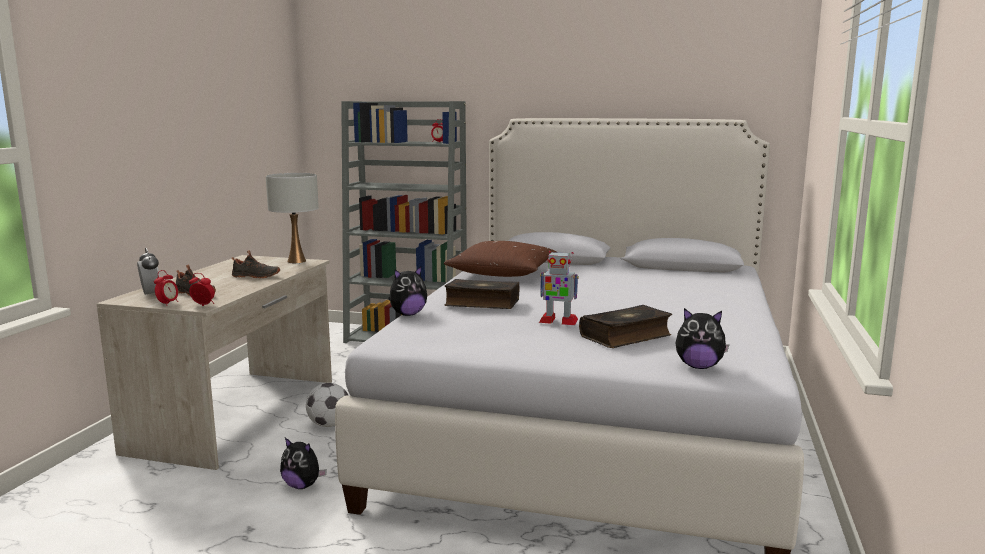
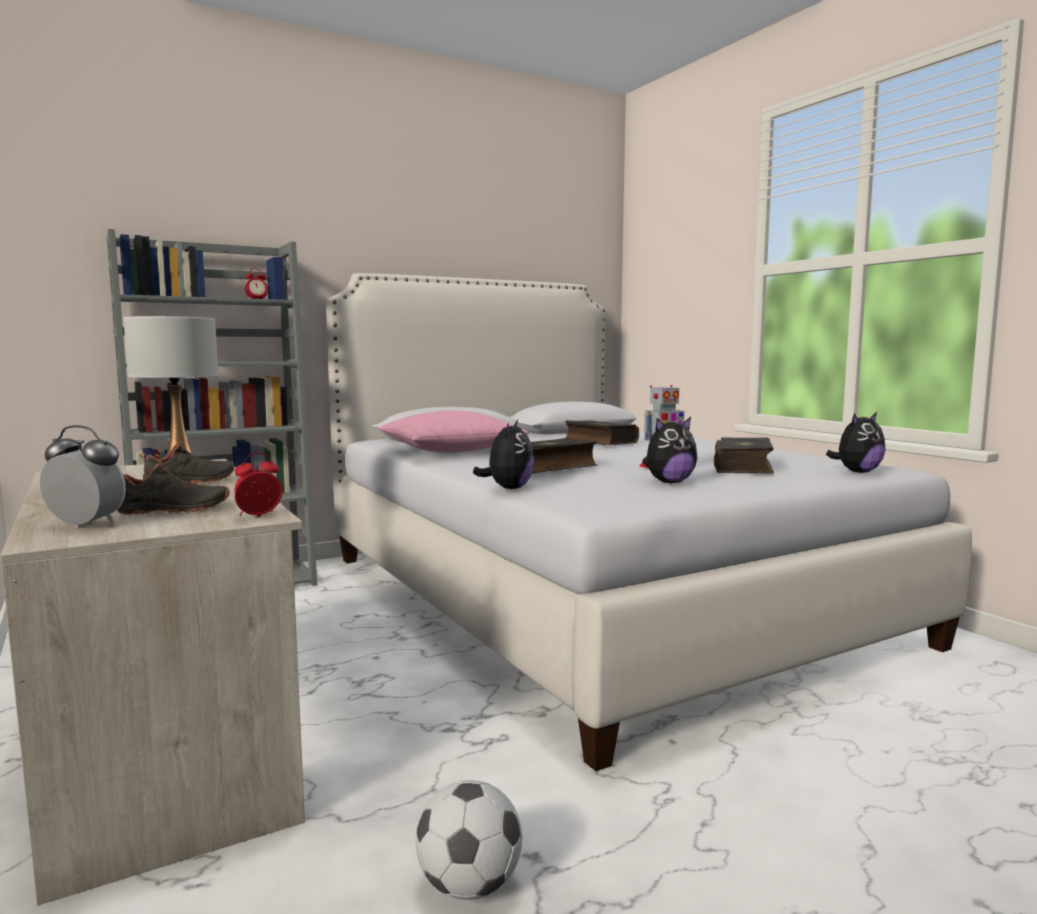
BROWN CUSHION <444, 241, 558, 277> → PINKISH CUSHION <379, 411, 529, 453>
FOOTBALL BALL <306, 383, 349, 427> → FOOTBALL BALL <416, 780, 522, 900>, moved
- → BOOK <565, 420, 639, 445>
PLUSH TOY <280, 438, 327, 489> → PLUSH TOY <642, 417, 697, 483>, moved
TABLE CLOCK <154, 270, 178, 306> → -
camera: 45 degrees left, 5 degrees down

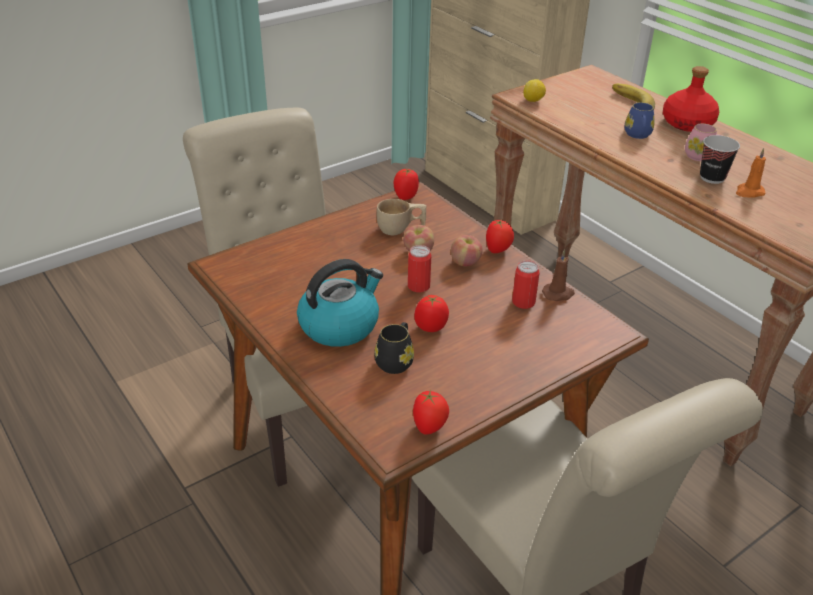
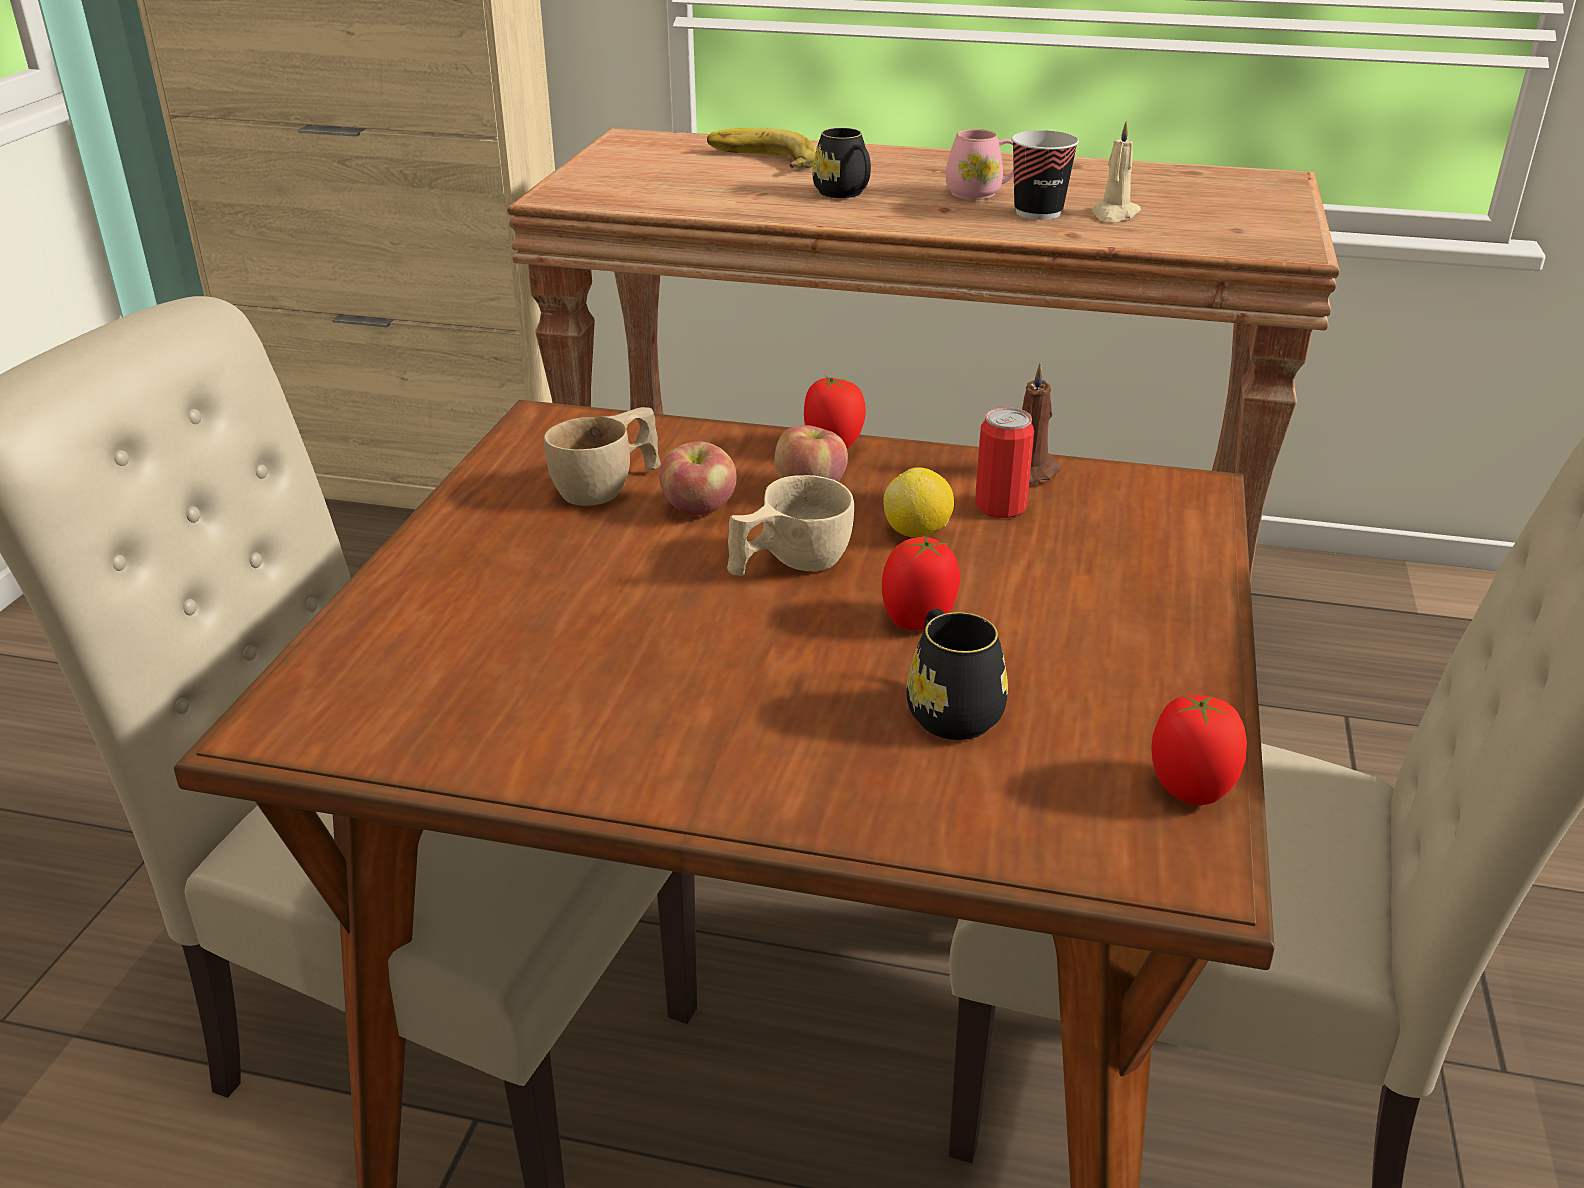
CAN <408, 245, 431, 293> → BEIGE-COLOURED DRINKING CUP <727, 475, 854, 576>
BLUE-COLOURED TEA MUG <625, 102, 654, 139> → BLACK-COLOURED TEA MUG <812, 128, 871, 198>
LEMON <523, 79, 546, 102> → LEMON <883, 467, 954, 537>, moved
ORANGE CANDLE <736, 148, 766, 197> → BEIGE-COLOURED CANDLE <1092, 121, 1141, 222>
TEA KETTLE <297, 259, 383, 347> → -
FRESH TOMATO <393, 169, 419, 200> → -
RED BEVERAGE BOTTLE <663, 66, 719, 132> → -
camera: 40 degrees left, 5 degrees down

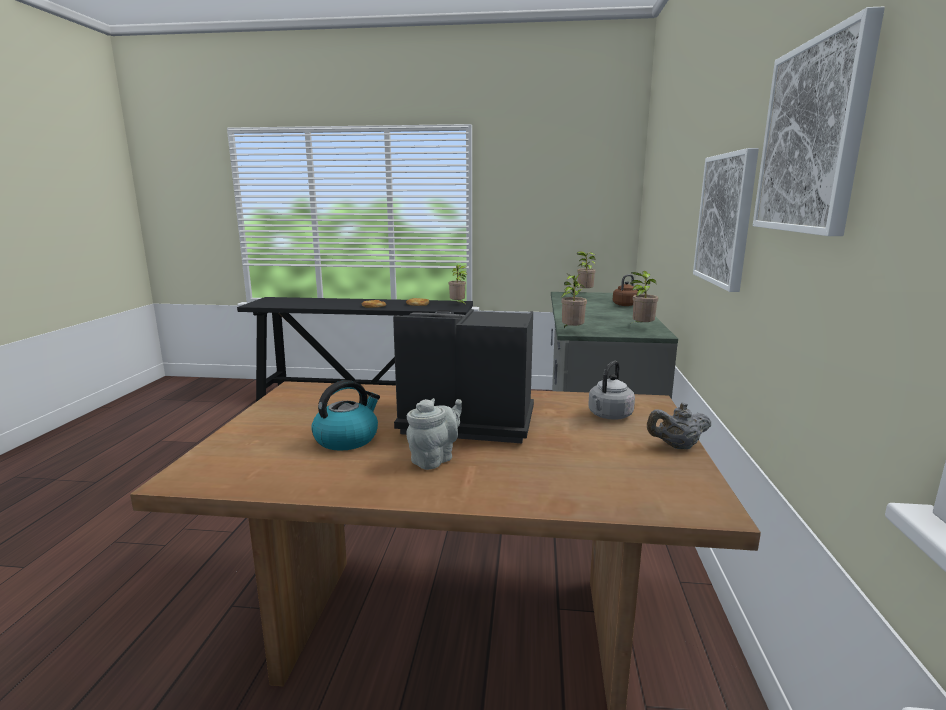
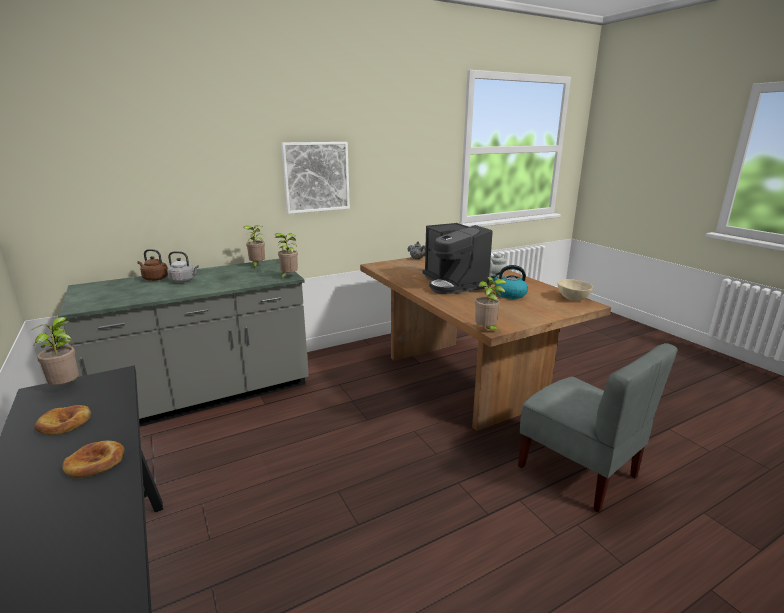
GRAY TEA KETTLE <588, 361, 635, 420> → GRAY TEA KETTLE <167, 251, 199, 283>, moved
PLANT IN A POT <577, 251, 596, 292> → PLANT IN A POT <475, 277, 507, 332>, moved
- → GRAY UPRIGHT CHAIR <518, 343, 678, 513>
- → BEIGE-COLOURED BOWL <557, 279, 593, 301>
WALL PICTURE <753, 7, 885, 236> → -
camera: 125 degrees left, 5 degrees up

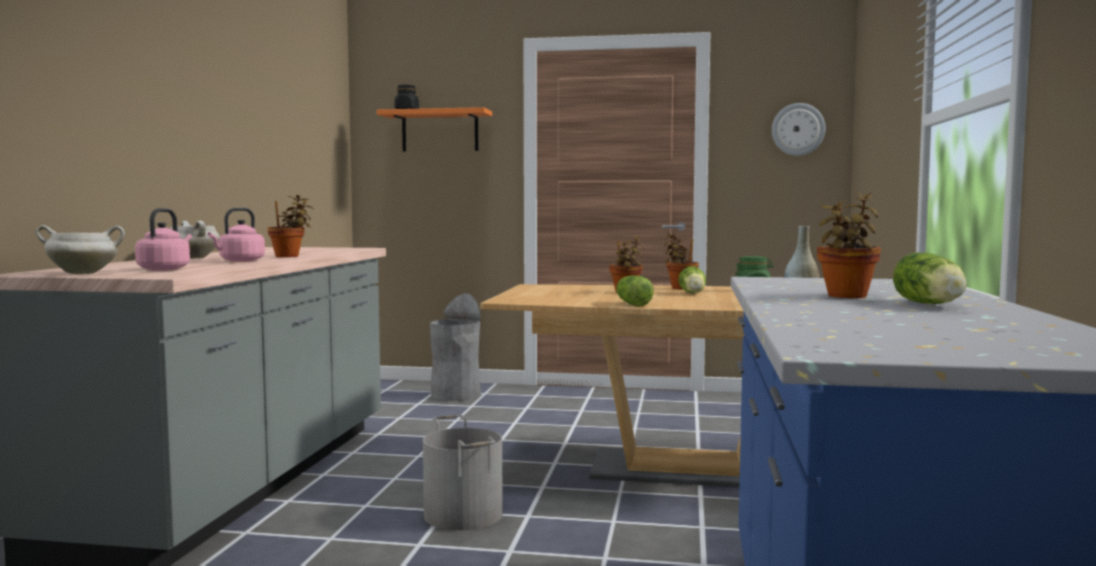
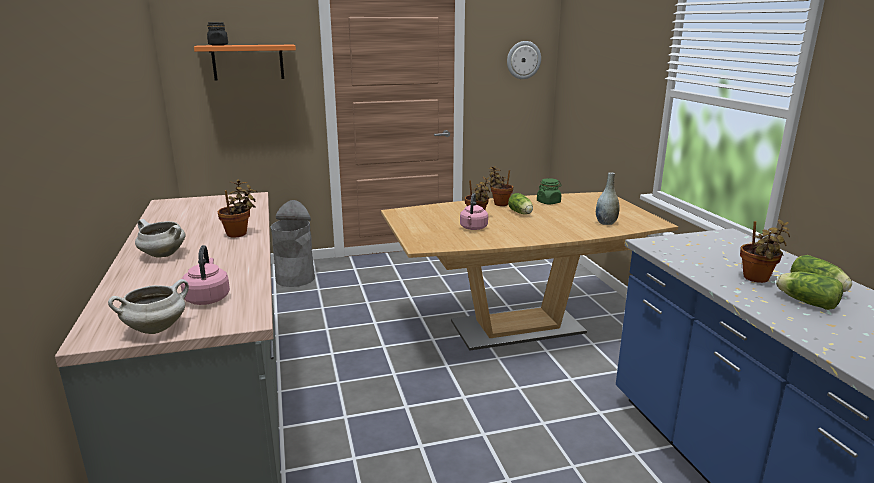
PINKISH TEA KETTLE <208, 208, 265, 262> → PINKISH TEA KETTLE <460, 193, 488, 230>, moved
HEAD OF LETTUCE <616, 275, 654, 306> → HEAD OF LETTUCE <776, 272, 843, 310>, moved
GRAY PAIL <423, 415, 503, 530> → -
camera: 25 degrees left, 15 degrees up

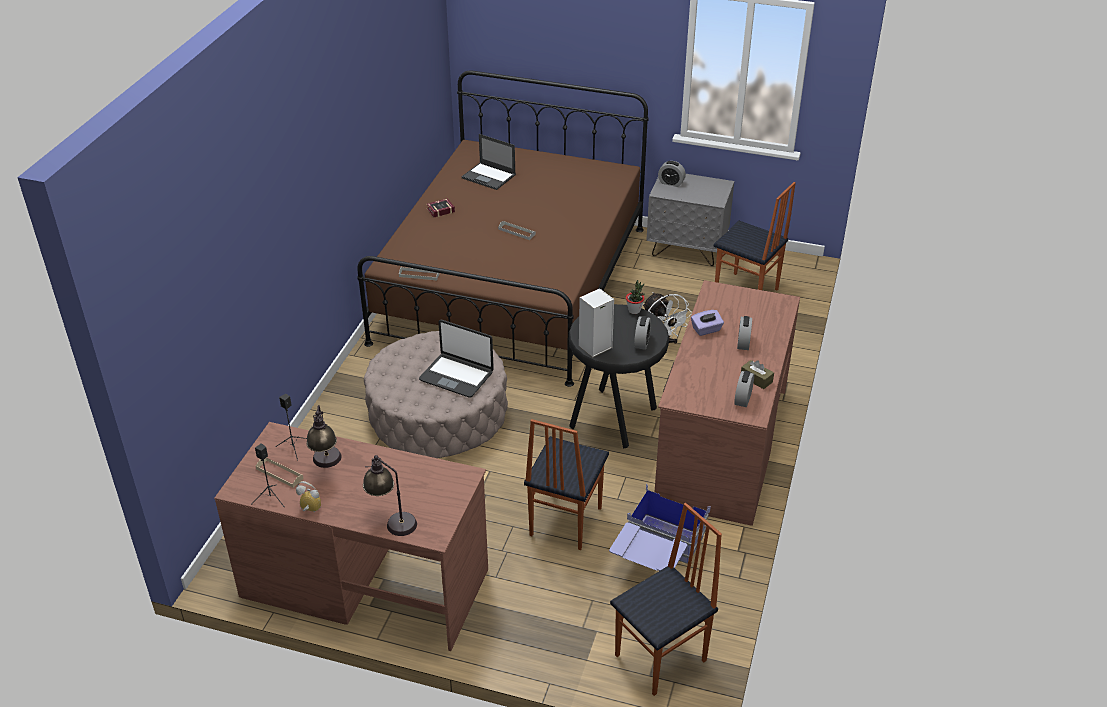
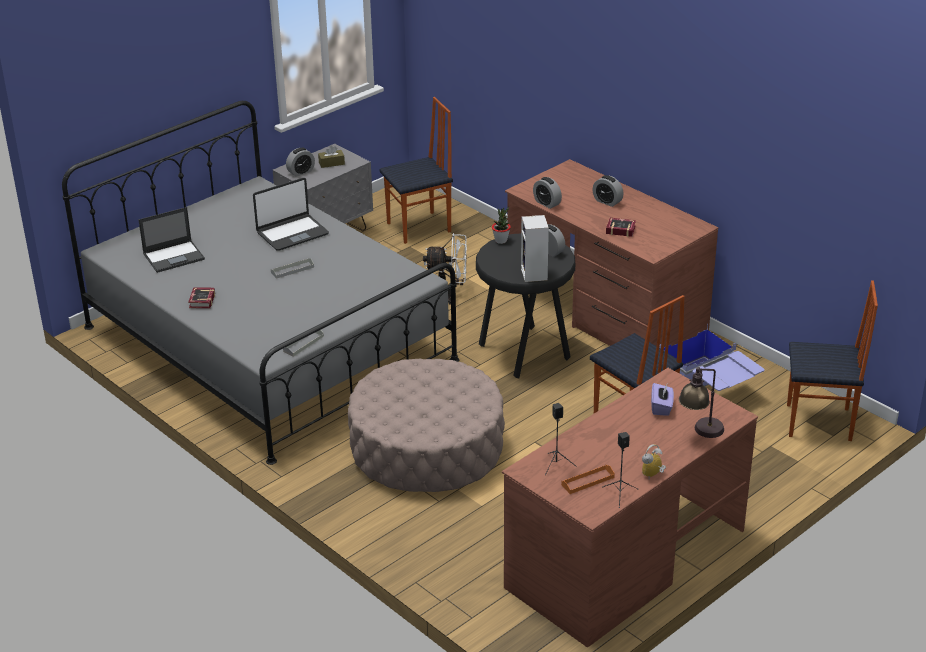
BROWN BEDROOM BED <357, 70, 648, 387> → GRAY BEDROOM BED <62, 101, 459, 465>
PORTABLE COMPUTER <419, 320, 494, 398> → PORTABLE COMPUTER <253, 178, 329, 251>, moved
BROWN TISSUE BOX <741, 360, 774, 389> → BROWN TISSUE BOX <318, 146, 345, 168>, moved
TABLE CLOCK <734, 371, 754, 407> → TABLE CLOCK <533, 177, 562, 209>, moved
BEIGE-COLOURED SERVING TRAY <256, 458, 304, 488> → ORANGE SERVING TRAY <561, 465, 615, 494>
- → BOOK <606, 218, 636, 237>
PURPLE TISSUE BOX <691, 310, 724, 336> → PURPLE TISSUE BOX <651, 383, 674, 416>, moved
UPRIGHT CHAIR <610, 503, 722, 696> → UPRIGHT CHAIR <787, 280, 878, 441>, 105 degrees clockwise
TABLE LAMP <306, 405, 342, 468> → -
camera: 60 degrees left, 5 degrees down

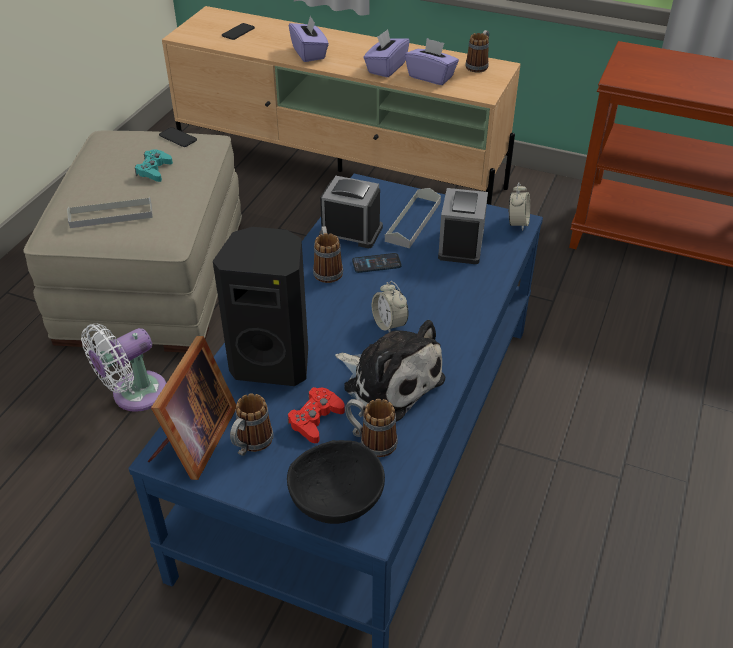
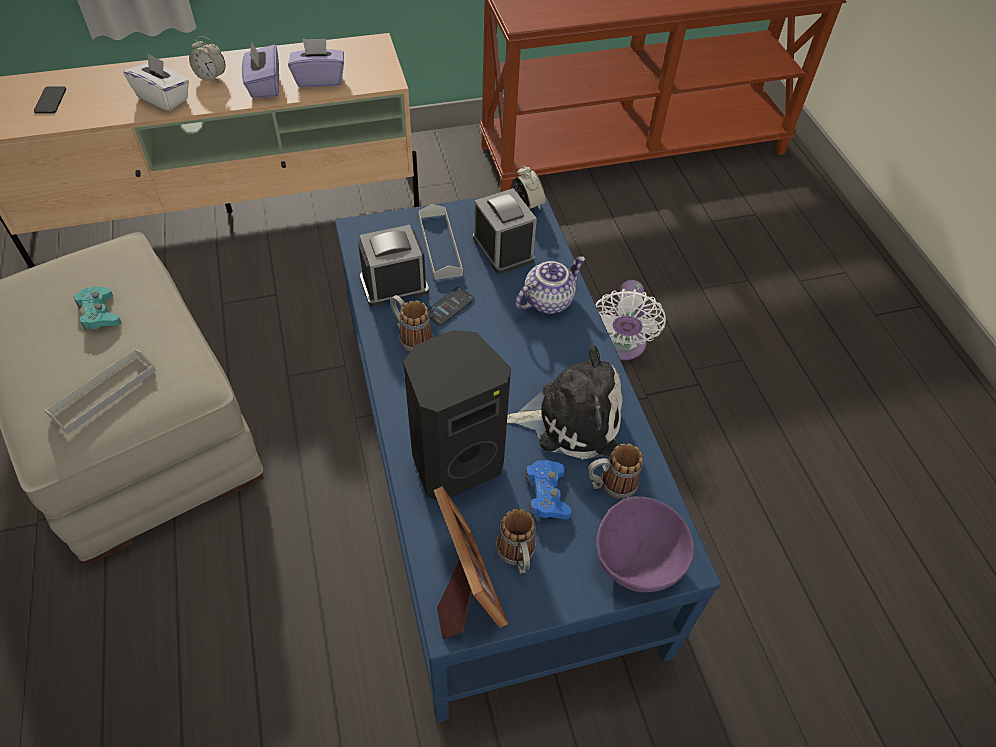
PURPLE TISSUE BOX <289, 15, 329, 62> → WHITISH TISSUE BOX <123, 54, 189, 111>
TABLE CLOCK <372, 281, 408, 332> → TABLE CLOCK <189, 36, 226, 83>, moved
- → TEA POT <516, 256, 585, 314>
RED GAME CONTROLLER <288, 387, 345, 443> → BLUE-COLOURED GAME CONTROLLER <525, 460, 572, 519>
WHITISH FAN <81, 323, 166, 412> → WHITISH FAN <595, 280, 666, 360>, moved
BLACK-COLOURED BOWL <287, 440, 385, 524> → PURPLE BOWL <596, 496, 694, 592>
TELEPHONE <159, 127, 197, 147> → -
TEA MUG <466, 30, 489, 73> → -
camera: 40 degrees left, 10 degrees up

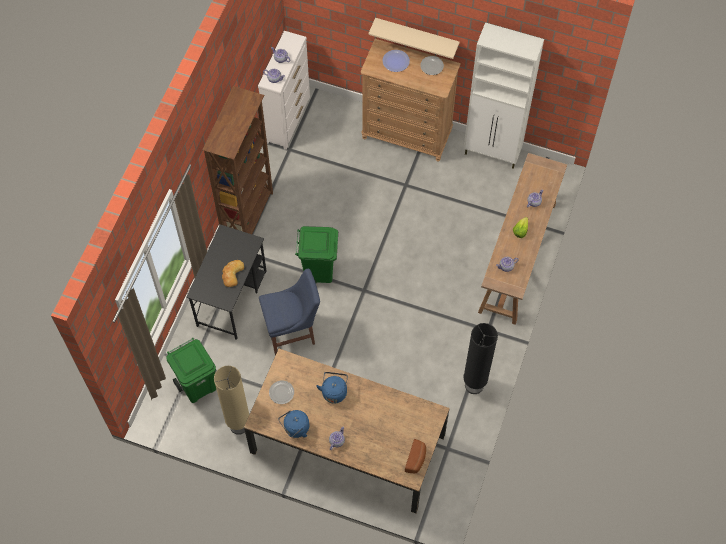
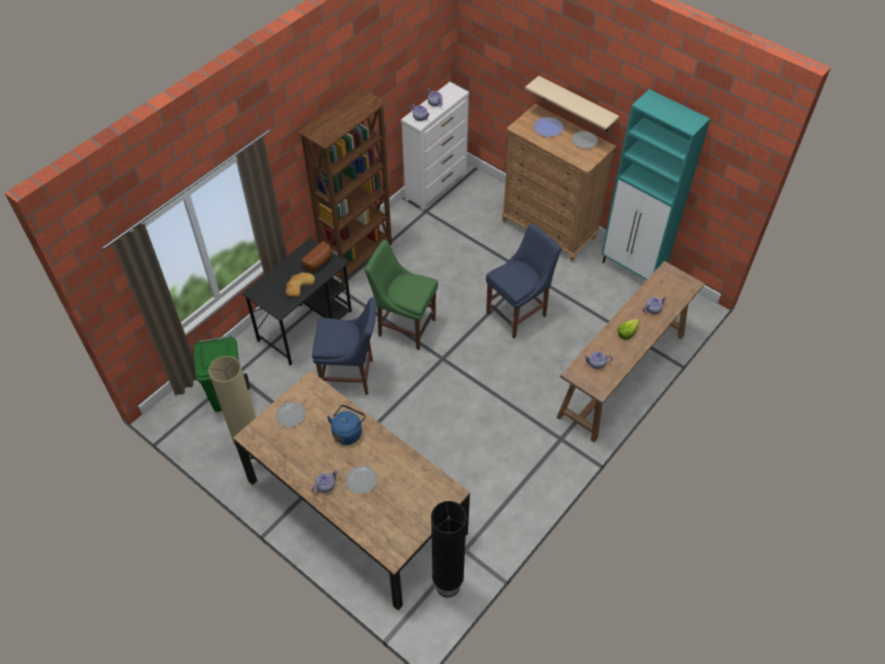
BREAD <405, 439, 426, 474> → BREAD <301, 241, 332, 272>, moved
- → DINNER PLATE <346, 466, 377, 494>
GREEN RUBBISH BIN <295, 226, 338, 283> → GREEN UPRIGHT CHAIR <365, 240, 438, 350>
BLACK-COLOURED STANDARD LAMP <463, 323, 498, 394> → BLACK-COLOURED STANDARD LAMP <431, 501, 467, 598>, moved
- → BLUE-COLOURED UPRIGHT CHAIR <486, 223, 561, 338>
WHITISH CUPBOARD <463, 22, 544, 169> → BLUE-GREEN CUPBOARD <601, 89, 710, 280>
BLUE-COLOURED TEA KETTLE <278, 410, 309, 438> → -
camera: 20 degrees right, 10 degrees down

